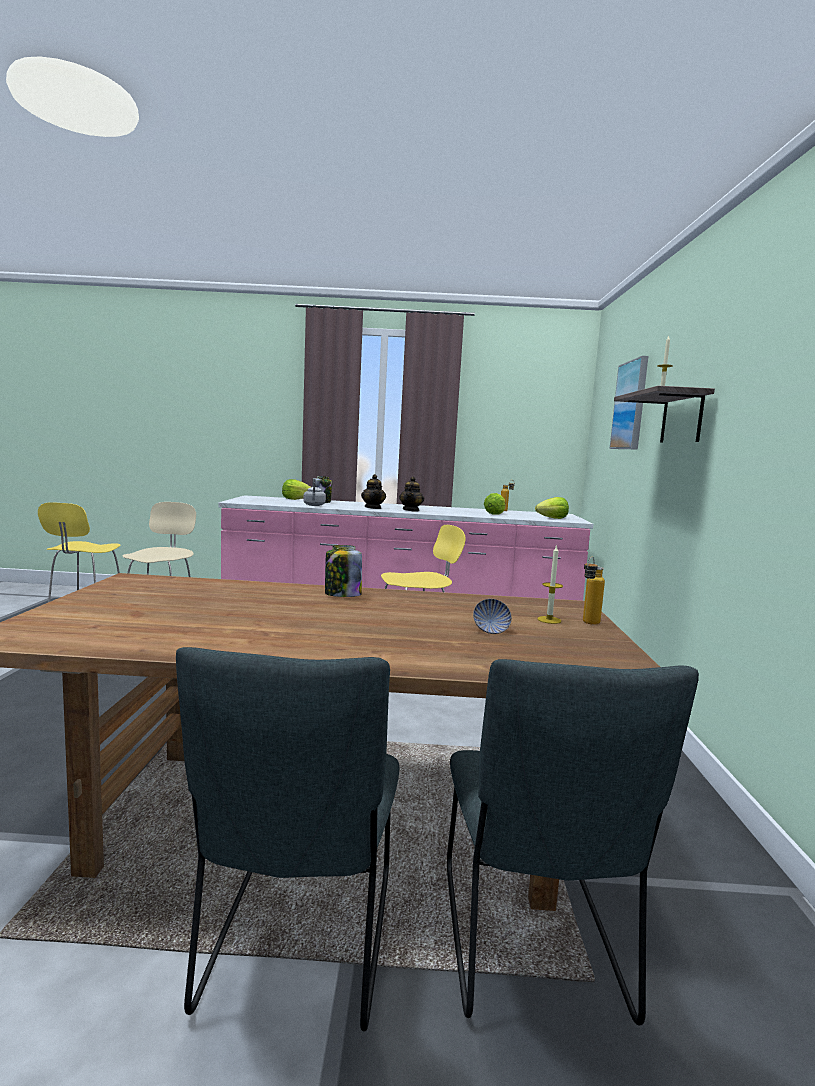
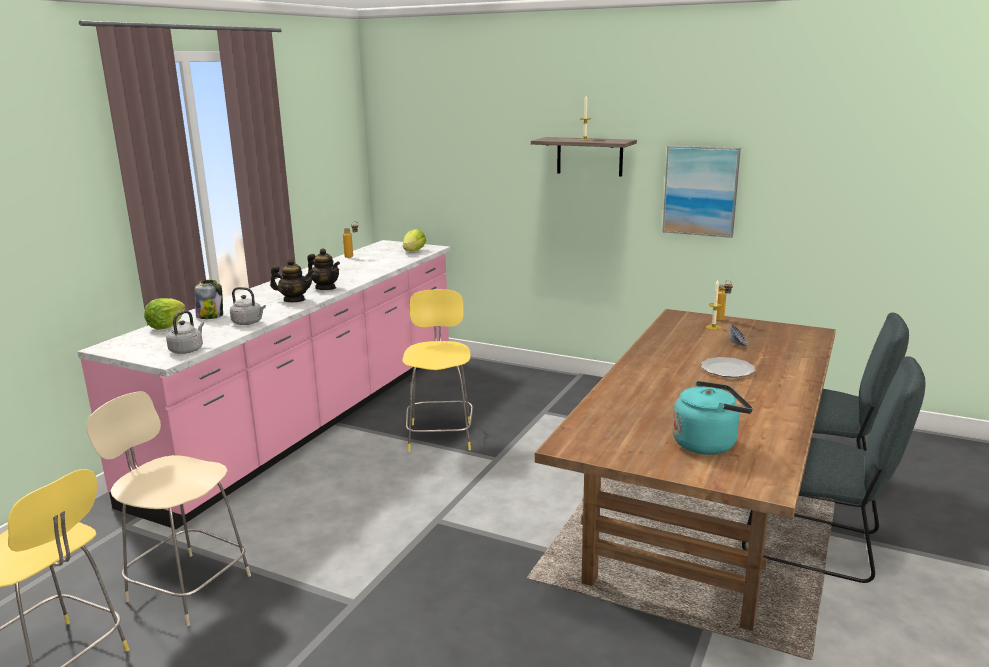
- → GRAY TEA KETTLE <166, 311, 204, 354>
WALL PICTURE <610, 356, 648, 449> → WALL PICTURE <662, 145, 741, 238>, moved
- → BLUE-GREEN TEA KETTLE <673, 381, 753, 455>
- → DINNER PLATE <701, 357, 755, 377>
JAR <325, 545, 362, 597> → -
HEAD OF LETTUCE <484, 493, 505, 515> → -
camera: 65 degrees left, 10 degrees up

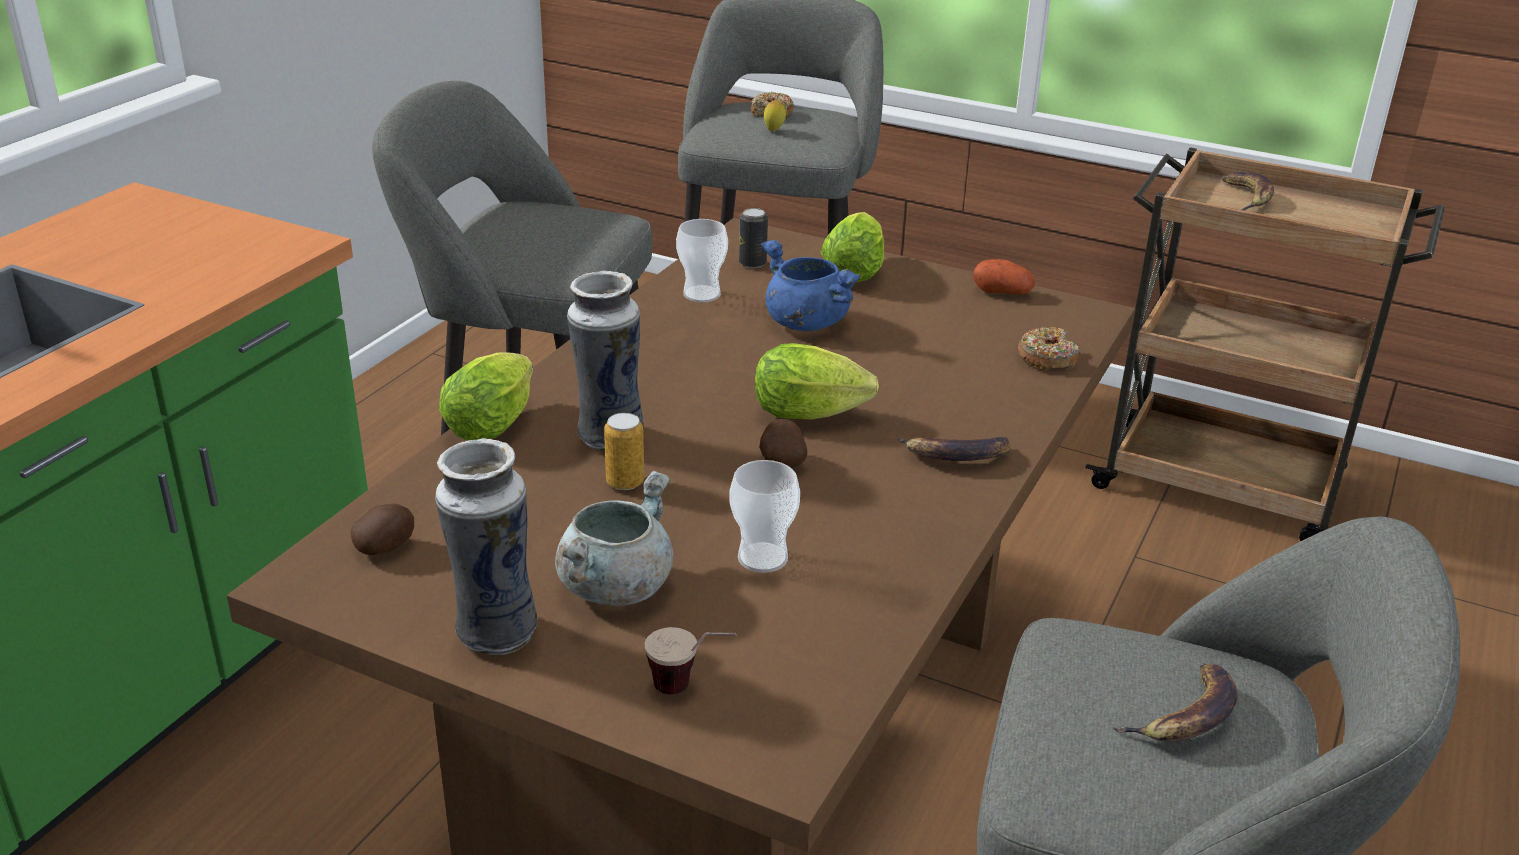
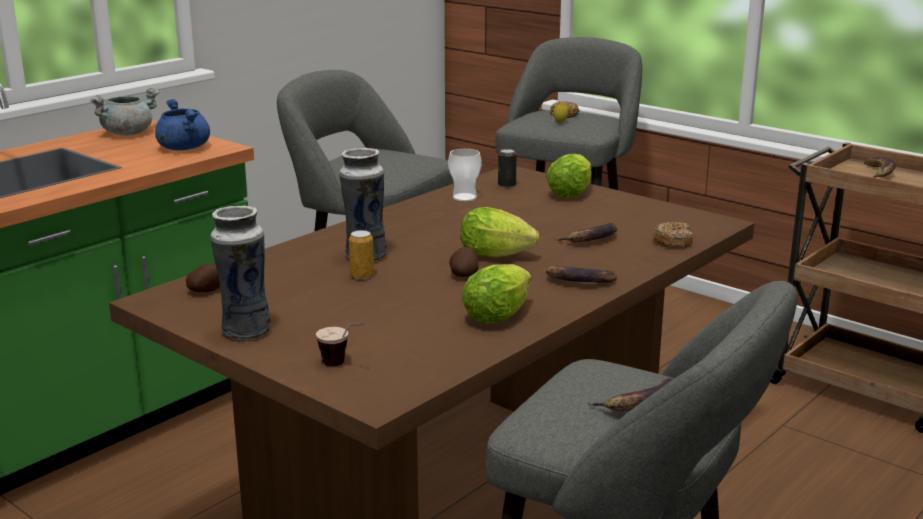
GRAY COOKING POT <555, 471, 673, 606> → GRAY COOKING POT <90, 88, 159, 135>, moved
BLUE-COLOURED COOKING POT <761, 240, 861, 331> → BLUE-COLOURED COOKING POT <155, 99, 210, 150>, moved
HEAD OF LETTUCE <439, 352, 533, 440> → HEAD OF LETTUCE <462, 264, 531, 324>, moved
- → WHOLE BANANA <554, 223, 617, 242>
DRINKING CUP <729, 460, 800, 573> → -
POTATO <973, 259, 1035, 295> → -
camera: 15 degrees right, 10 degrees down

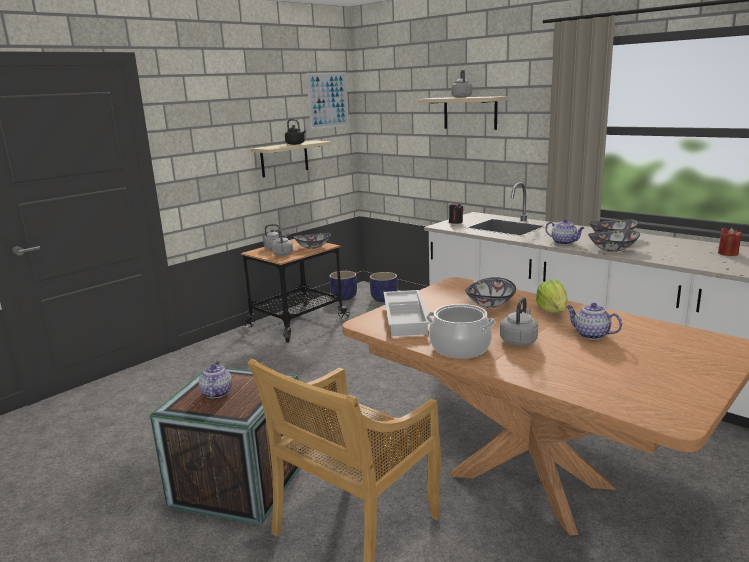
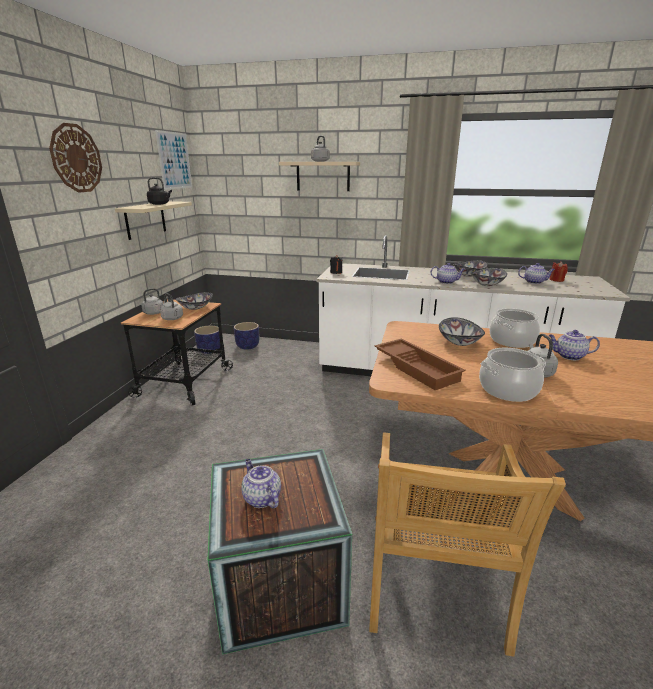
- → WALL CLOCK <49, 123, 102, 193>
WHITISH SERVING TRAY <384, 290, 430, 336> → BROWN SERVING TRAY <375, 338, 466, 390>
HEAD OF LETTUCE <536, 279, 568, 313> → COOKING POT <489, 308, 540, 348>
- → TEA POT <518, 263, 555, 284>
camera: 30 degrees left, 5 degrees up

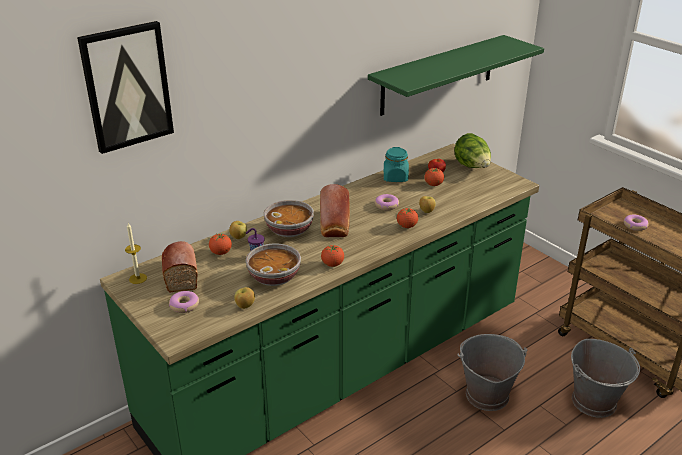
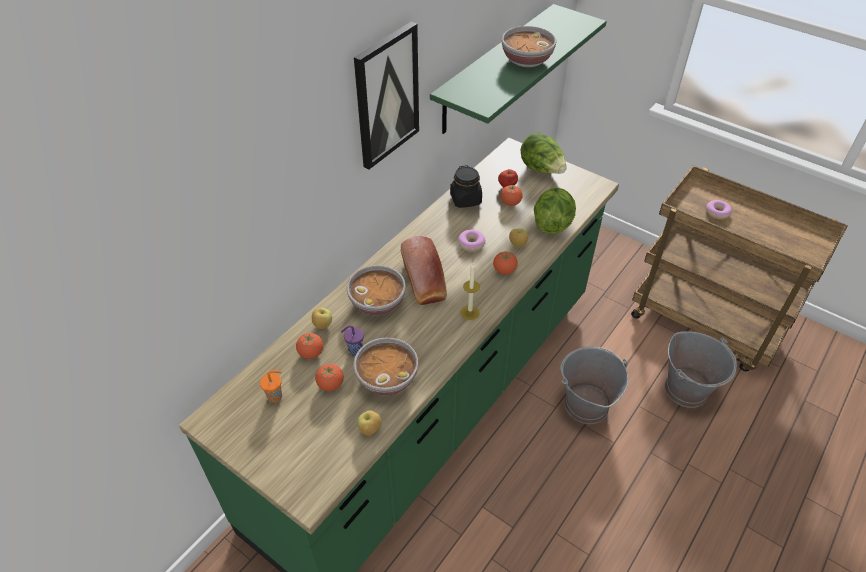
BREAD <162, 241, 198, 292> → ORANGE DRINKING CUP <260, 370, 282, 403>
FRESH TOMATO <321, 245, 344, 267> → FRESH TOMATO <315, 364, 344, 391>, moved
WALL PICTURE <77, 21, 174, 154> → WALL PICTURE <354, 22, 419, 169>, moved
BLUE-GREEN JAR <384, 147, 409, 182> → BLACK-COLOURED JAR <450, 165, 482, 208>
CANDLE <125, 223, 147, 284> → CANDLE <460, 263, 480, 320>, moved
- → BOWL <502, 26, 556, 67>
- → HEAD OF LETTUCE <534, 188, 576, 235>
DOUGHNUT <169, 291, 199, 313> → -
camera: 15 degrees left, 15 degrees up

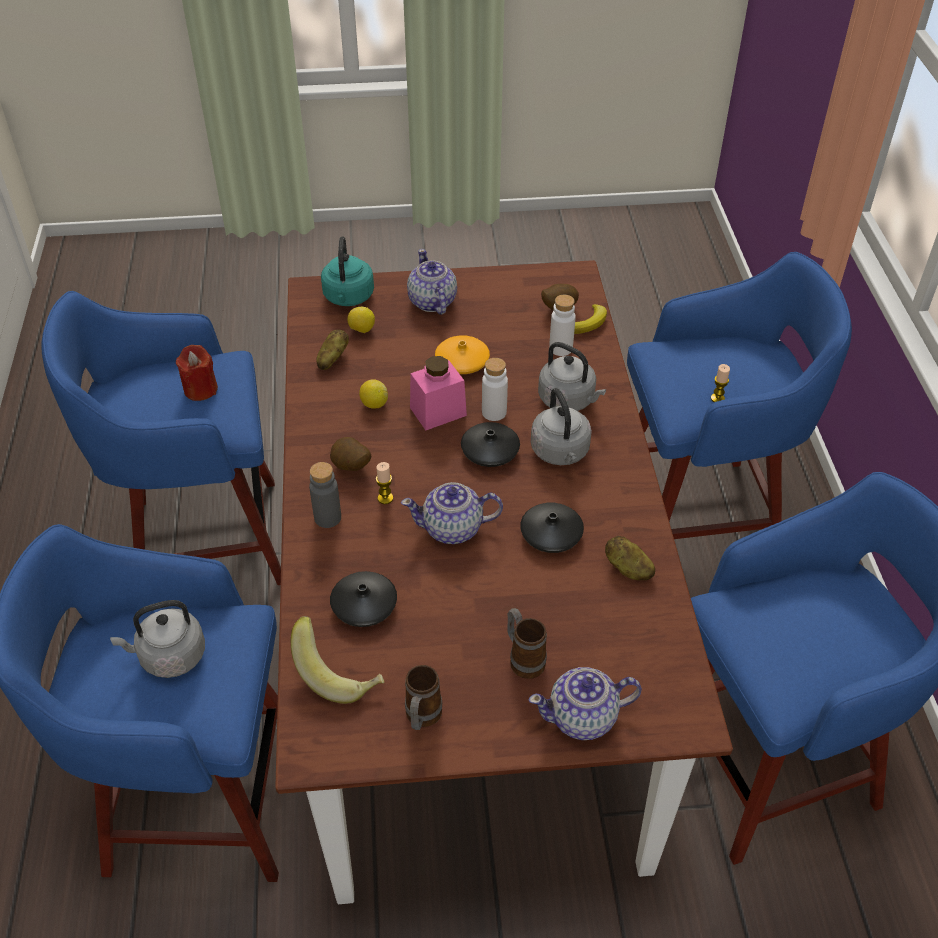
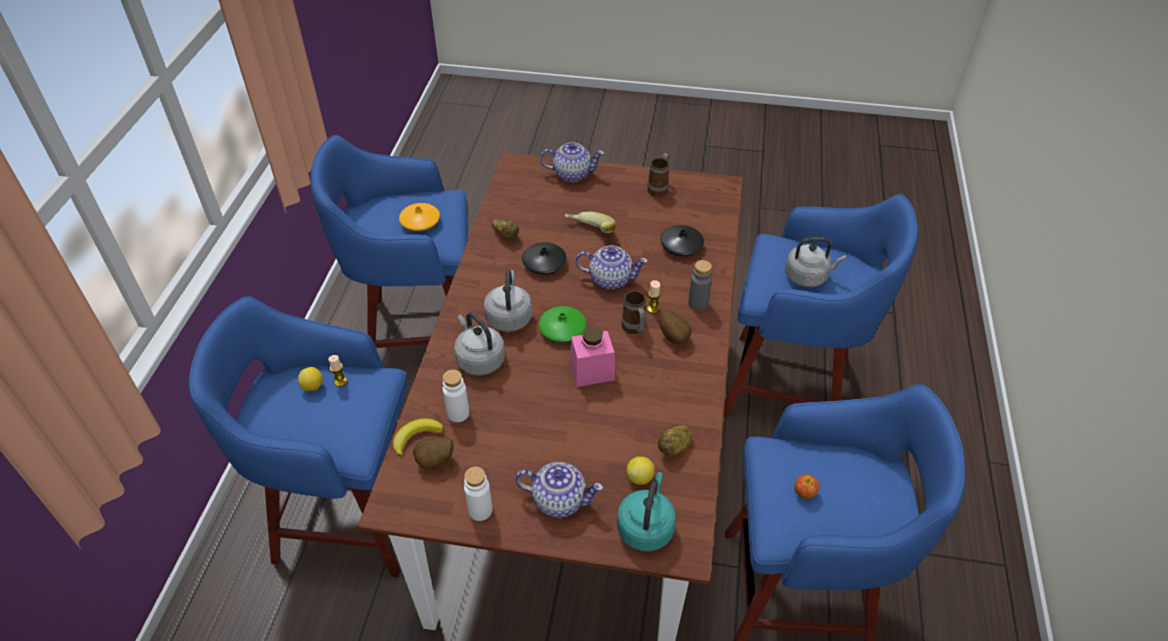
LEMON <359, 379, 388, 409> → LEMON <298, 367, 323, 391>, moved
ORANGE DECORATIVE VASE <435, 335, 490, 374> → ORANGE DECORATIVE VASE <399, 203, 440, 231>, moved
WHITISH BEVERAGE BOTTLE <482, 358, 508, 421> → WHITISH BEVERAGE BOTTLE <464, 466, 493, 521>, moved
TEA POT <407, 249, 457, 315> → TEA POT <515, 462, 603, 518>, 75 degrees counterclockwise
BLACK-COLOURED DECORATIVE VASE <461, 422, 520, 467> → GREEN DECORATIVE VASE <539, 306, 586, 343>
WHOLE BANANA <291, 616, 385, 704> → WHOLE BANANA <565, 211, 616, 233>, moved
TEA MUG <507, 608, 547, 679> → TEA MUG <621, 291, 646, 334>, moved
RED CANDLE <176, 345, 218, 401> → APPLE FRUIT <794, 474, 819, 499>
camera: 165 degrees left, 0 degrees up

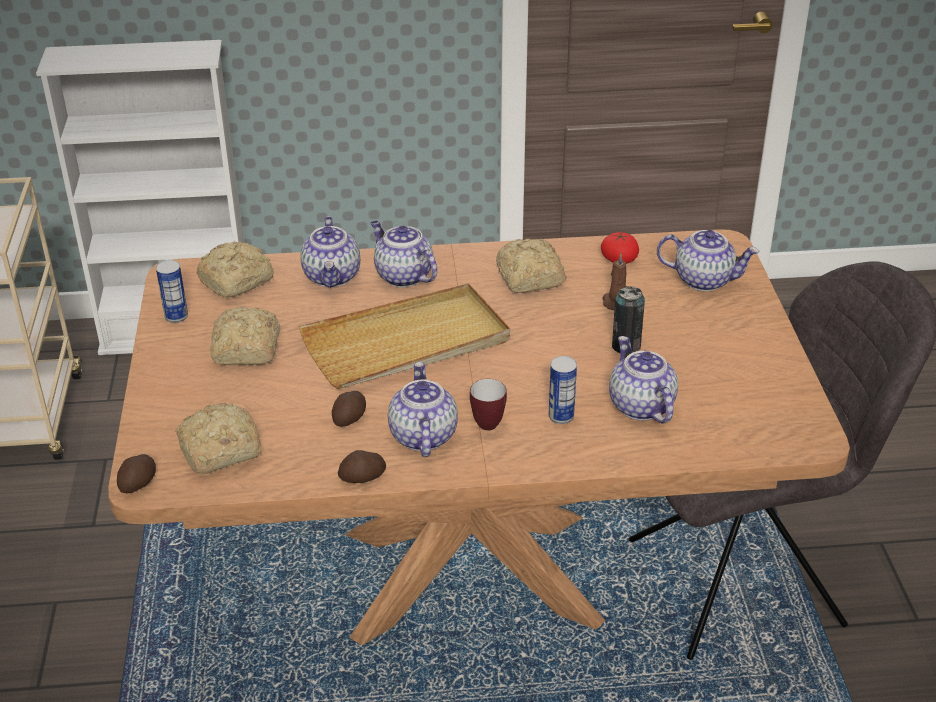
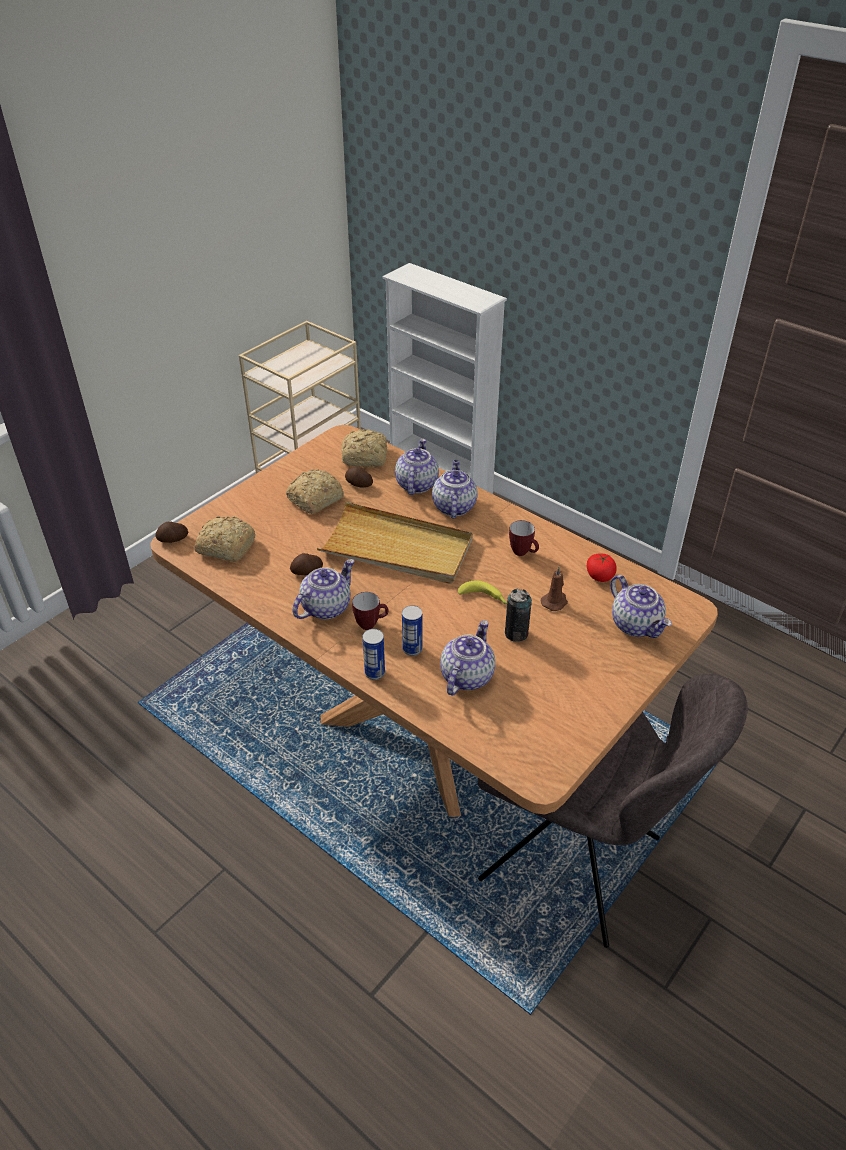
POTATO <338, 450, 386, 483> → POTATO <345, 466, 373, 488>, moved
CAN <156, 260, 188, 323> → CAN <363, 629, 385, 680>, moved
TEA POT <300, 216, 360, 288> → TEA POT <395, 439, 439, 495>, 150 degrees clockwise
- → WHOLE BANANA <458, 580, 507, 604>
BREAD <496, 239, 566, 293> → TEA MUG <509, 520, 539, 556>
camera: 45 degrees right, 5 degrees up

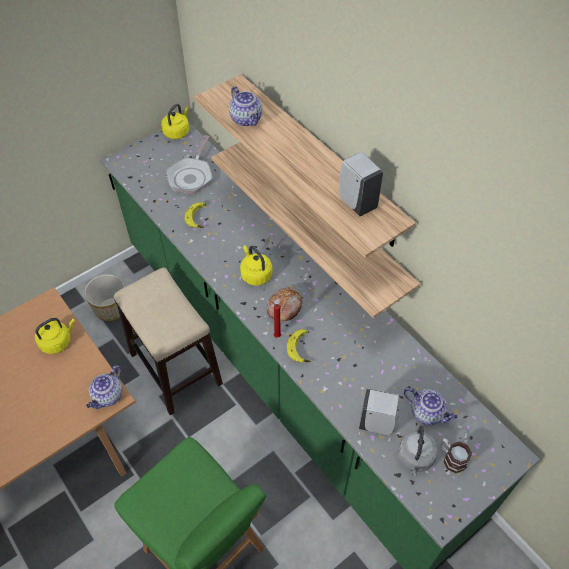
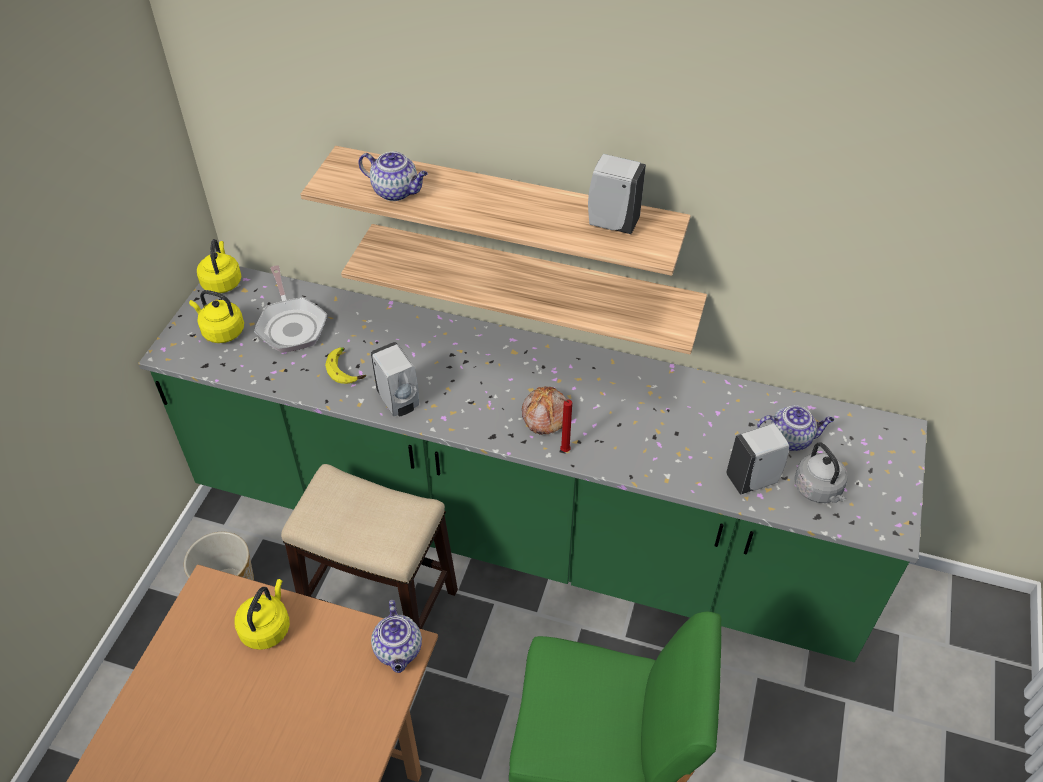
YELLOW-COLOURED TEA KETTLE <240, 245, 272, 286> → YELLOW-COLOURED TEA KETTLE <189, 290, 244, 343>, moved
- → WHITISH SOAP DISPENSER <371, 342, 419, 417>
WHOLE BANANA <287, 329, 311, 363> → -
TEA MUG <440, 438, 472, 473> → -
camera: 35 degrees left, 5 degrees down

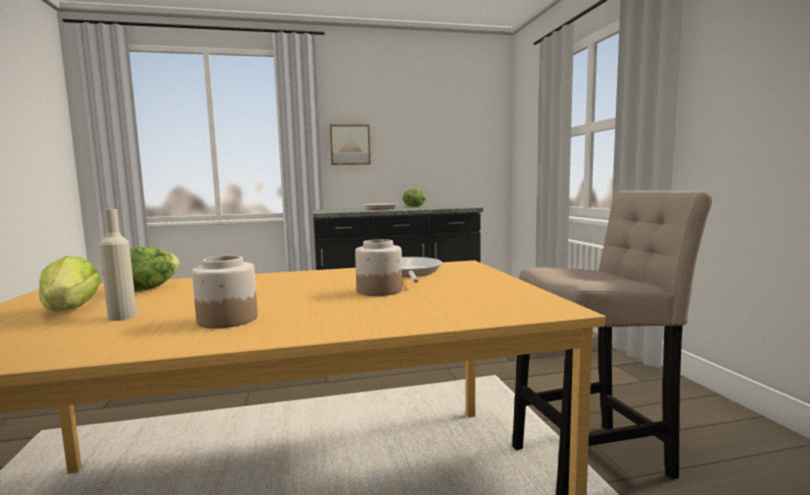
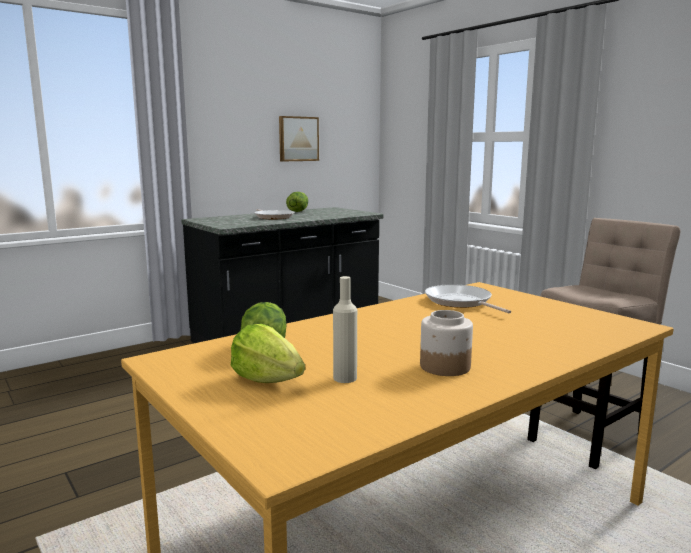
WALL PICTURE <330, 125, 371, 165> → WALL PICTURE <279, 116, 319, 161>, moved
JAR <355, 239, 403, 296> → -
camera: 25 degrees left, 5 degrees up

